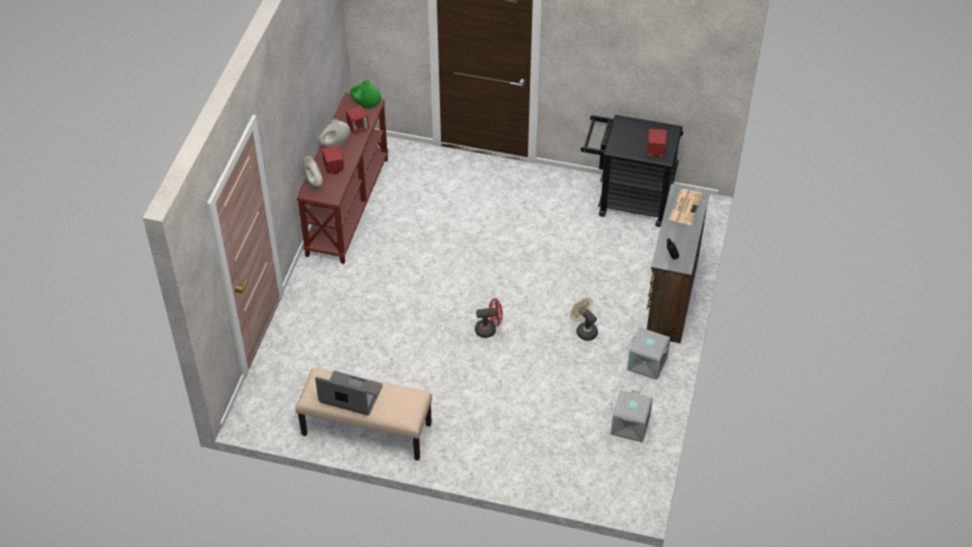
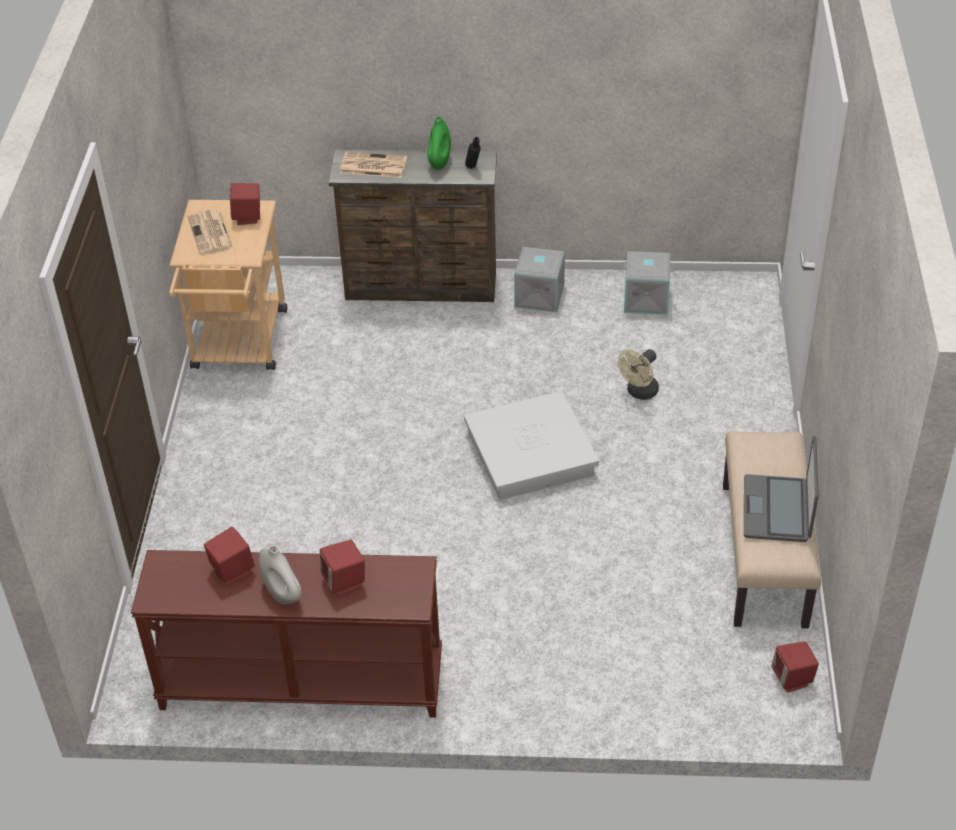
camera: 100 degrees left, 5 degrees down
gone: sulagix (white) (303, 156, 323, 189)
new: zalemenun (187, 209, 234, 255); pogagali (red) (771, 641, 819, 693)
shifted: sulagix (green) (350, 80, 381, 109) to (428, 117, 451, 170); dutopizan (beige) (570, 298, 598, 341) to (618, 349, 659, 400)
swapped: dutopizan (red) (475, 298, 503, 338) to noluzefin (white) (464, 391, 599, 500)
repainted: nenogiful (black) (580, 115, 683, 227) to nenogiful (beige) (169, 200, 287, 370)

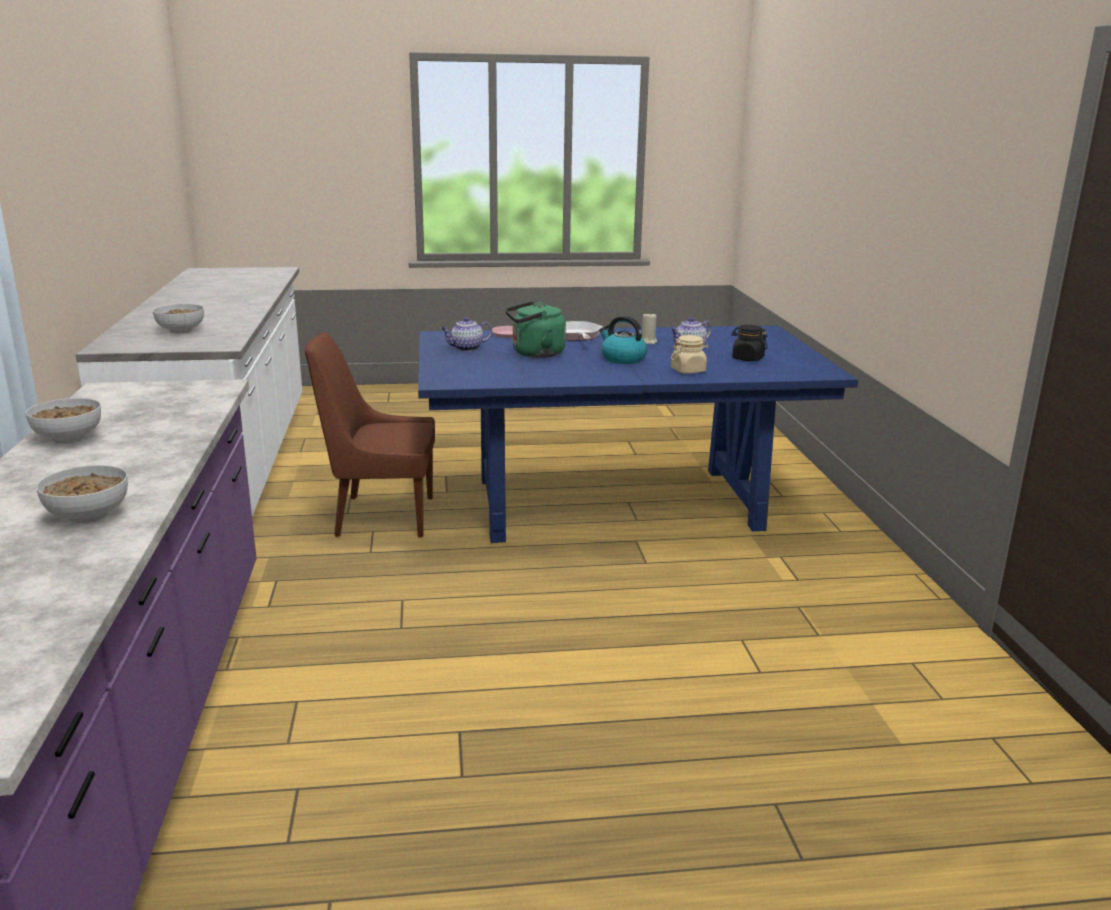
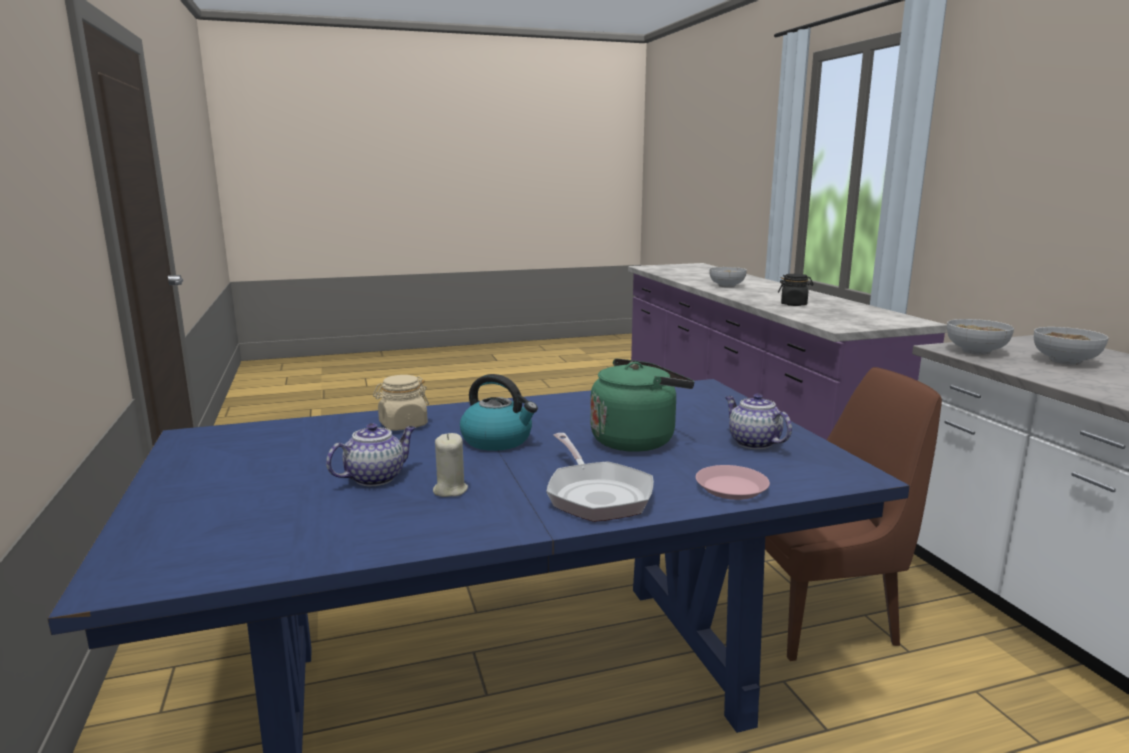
camera: 170 degrees right, 5 degrees down
shifted: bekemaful (25, 398, 101, 443) to (947, 319, 1014, 355); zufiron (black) (731, 325, 768, 361) to (778, 274, 813, 306)
rotated: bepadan (441, 317, 492, 351) = (725, 393, 792, 449) 90 degrees counterclockwise

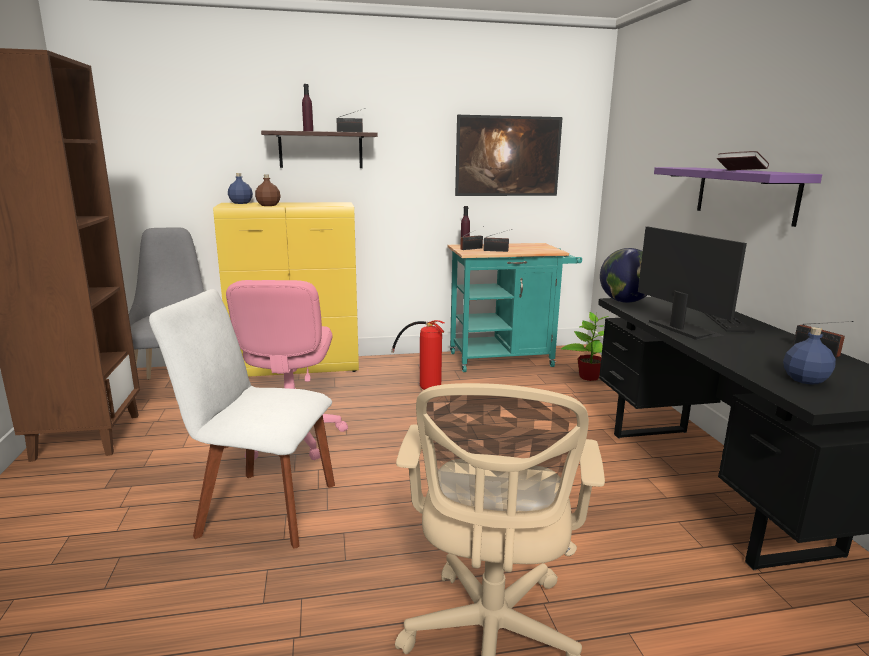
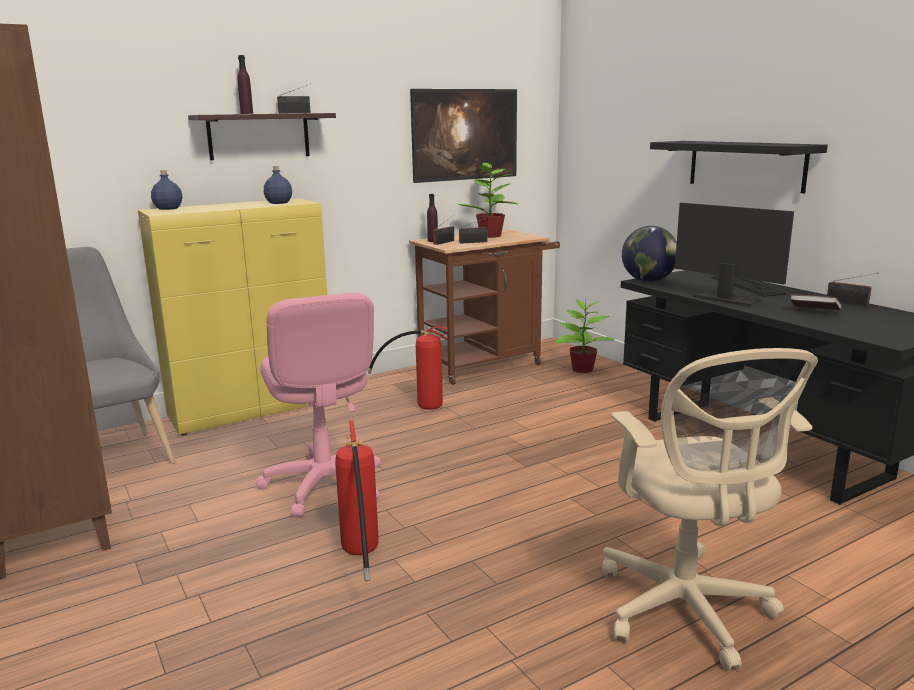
camera: 20 degrees left, 0 degrees up
gone: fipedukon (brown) (255, 174, 281, 206)
new: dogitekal (457, 162, 518, 238)
shifted: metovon (717, 151, 769, 170) to (790, 295, 842, 310); fipedukon (blue) (783, 327, 836, 385) to (264, 166, 292, 204)
swapped: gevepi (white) (149, 289, 335, 549) to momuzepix (335, 421, 379, 581)
repainted: nenogiful (turquoise) (448, 243, 582, 372) to nenogiful (brown) (409, 230, 560, 385); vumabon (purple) (654, 167, 822, 227) to vumabon (black) (650, 141, 828, 194)

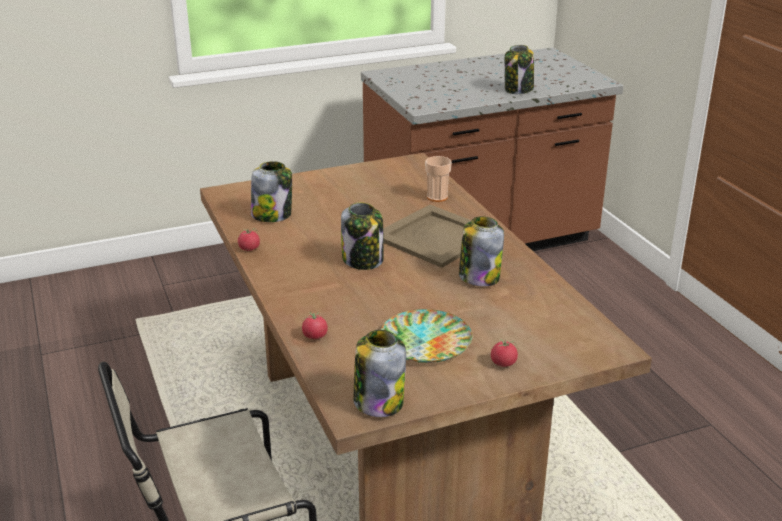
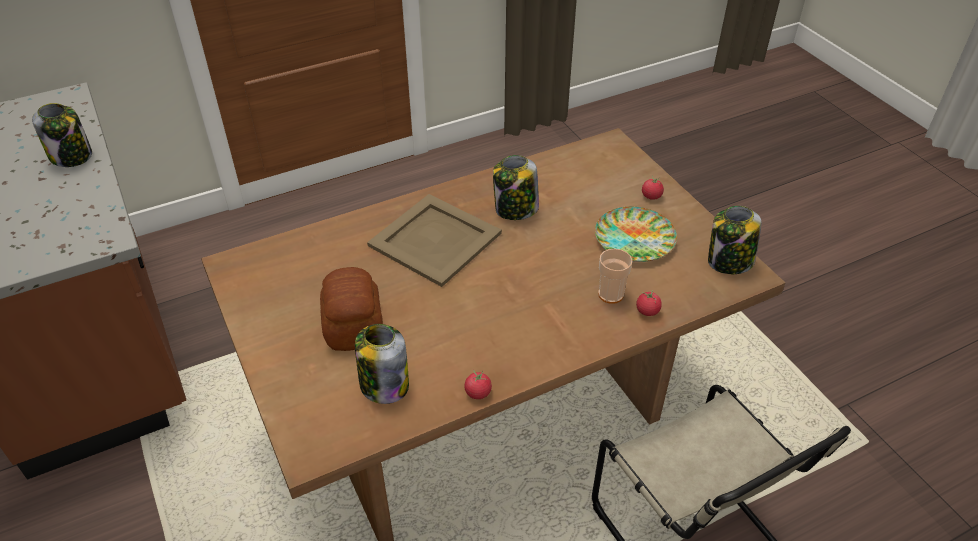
camera: 95 degrees left, 15 degrees up
gone: zufiron (341, 202, 384, 270)
new: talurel (320, 267, 383, 351)
shifted: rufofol (425, 156, 451, 202) to (598, 249, 633, 304)

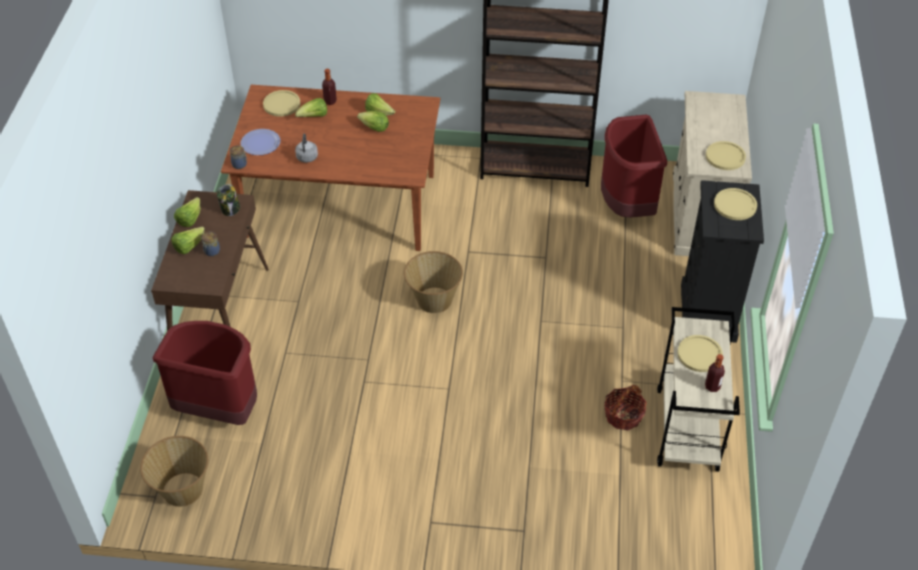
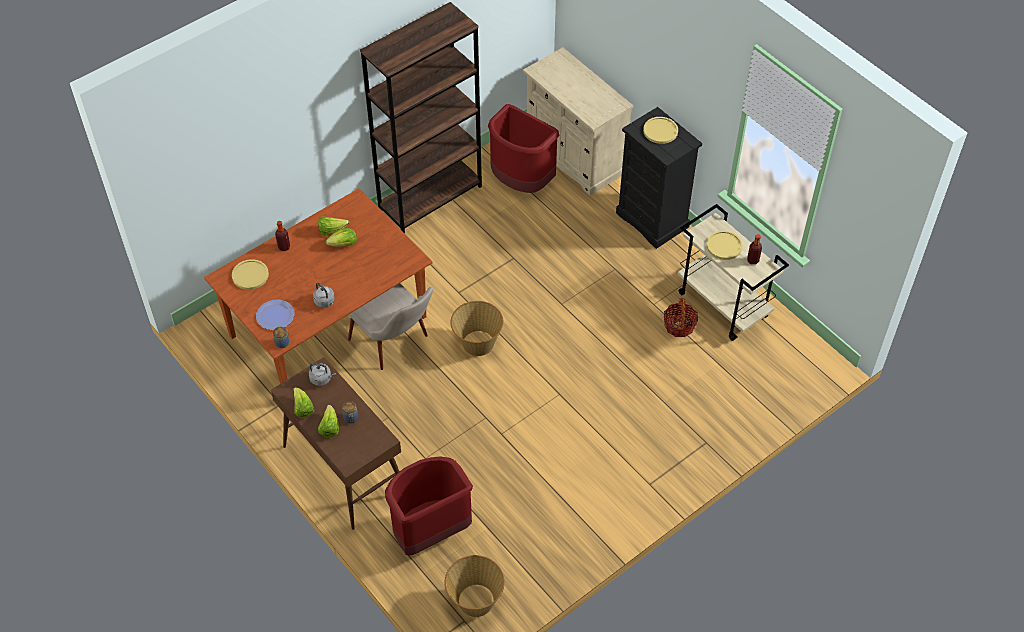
camera: 45 degrees left, 5 degrees up
gone: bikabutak (295, 98, 327, 117); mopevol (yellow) (706, 141, 746, 170)
new: gevepi (beige) (348, 283, 433, 370)
swapped: zufiron (217, 184, 240, 216) to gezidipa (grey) (309, 363, 336, 386)

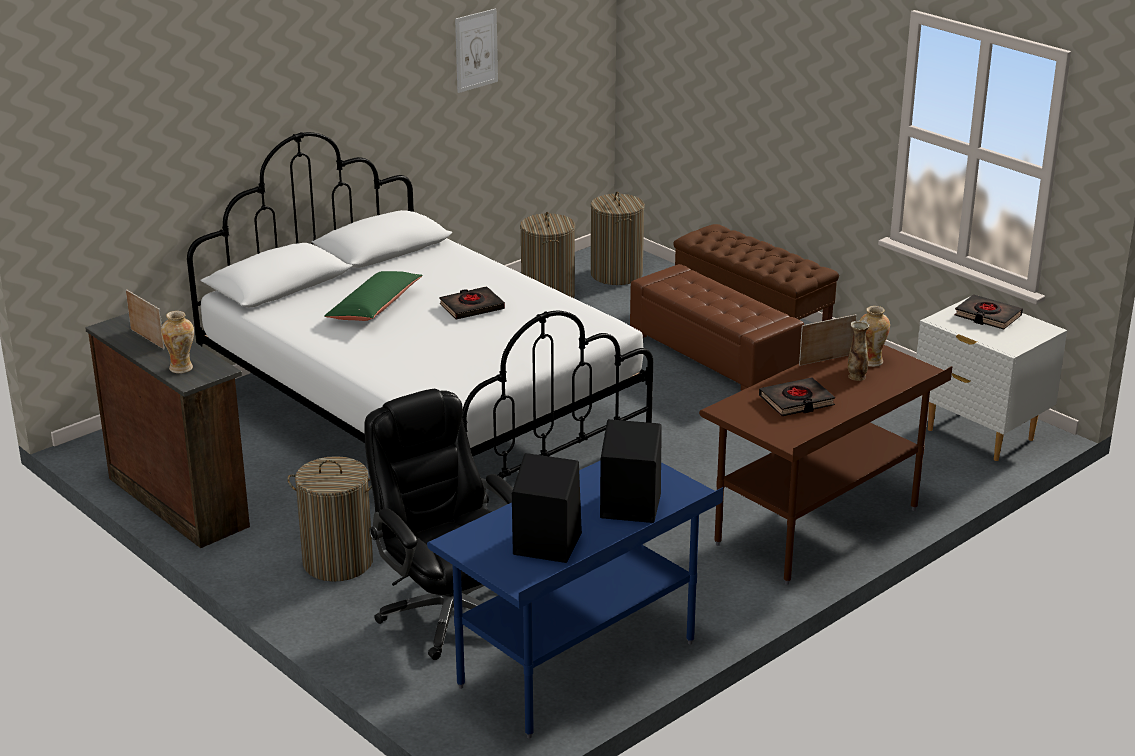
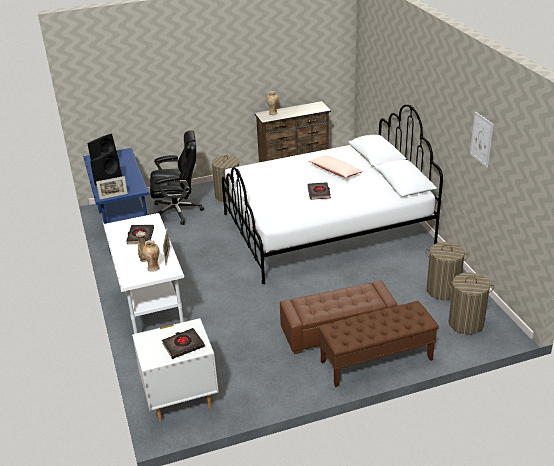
camera: 115 degrees right, 5 degrees up
shifted: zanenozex (126, 289, 165, 349) to (96, 176, 128, 199)
repainted: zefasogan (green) (324, 271, 423, 321) to zefasogan (beige) (309, 155, 363, 178); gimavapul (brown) (699, 345, 953, 585) to gimavapul (white) (103, 213, 184, 334)

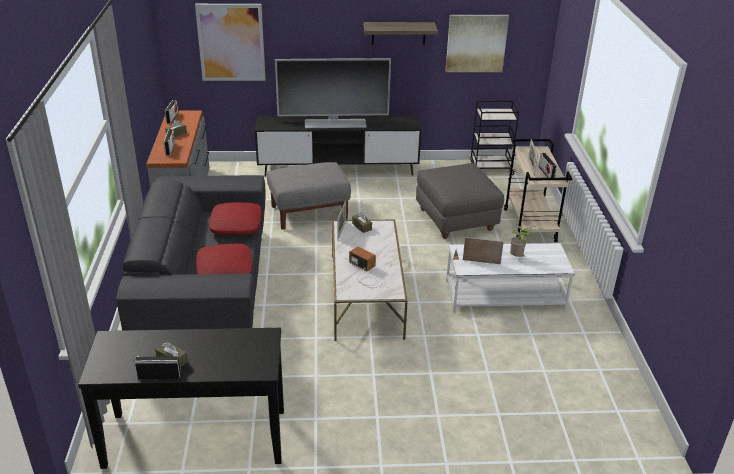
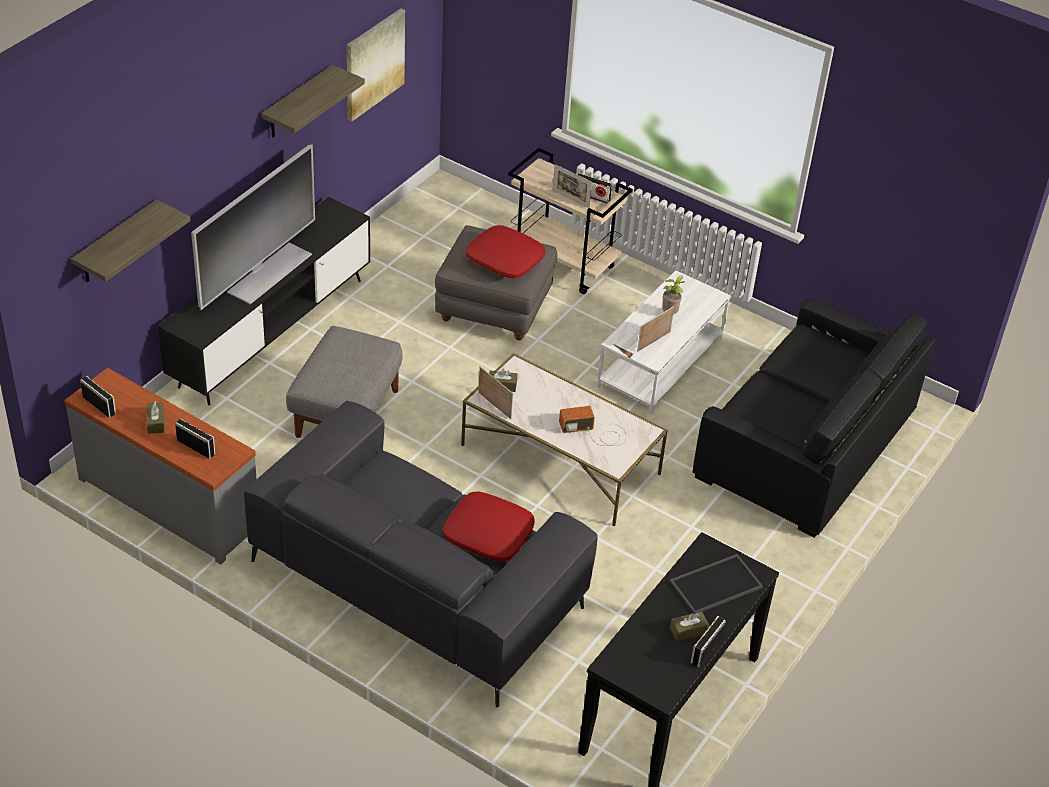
camera: 55 degrees left, 10 degrees up
gone: nenogiful (black) (469, 101, 519, 175)
new: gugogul (669, 554, 763, 613); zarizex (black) (692, 298, 936, 538)
shifted: zefasogan (red) (209, 202, 262, 235) to (466, 225, 545, 278)
swapped: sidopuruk (195, 4, 266, 81) to vumabon (71, 199, 190, 282)

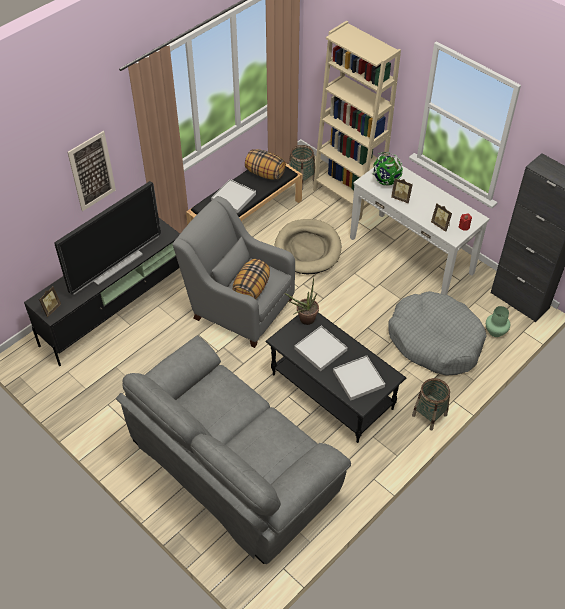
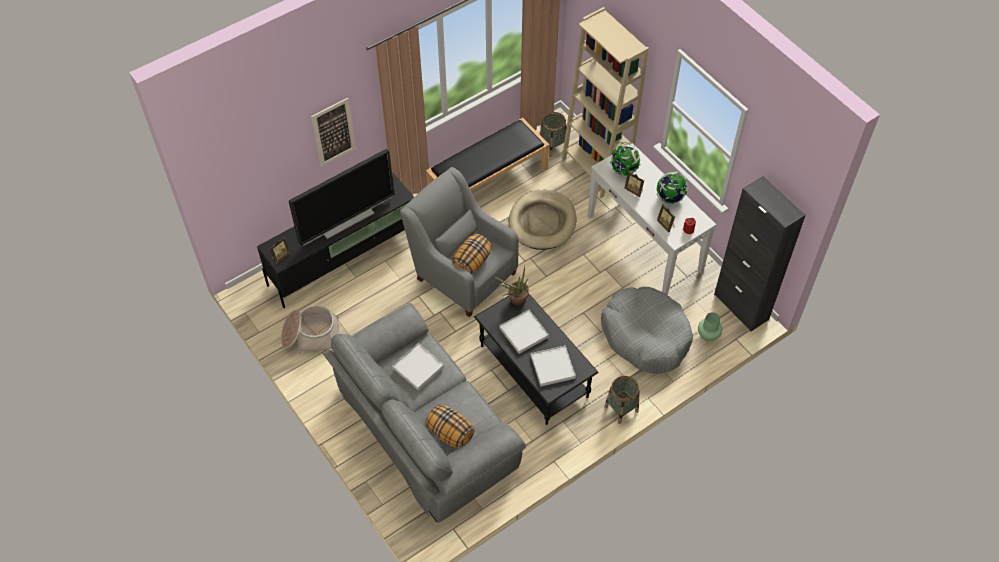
camera: 10 degrees right, 5 degrees up
new: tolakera (281, 306, 339, 354); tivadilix (657, 171, 688, 204)
shifted: gugogul (white) (211, 179, 256, 213) to (392, 343, 444, 390); zefasogan (245, 149, 286, 180) to (426, 405, 475, 448)

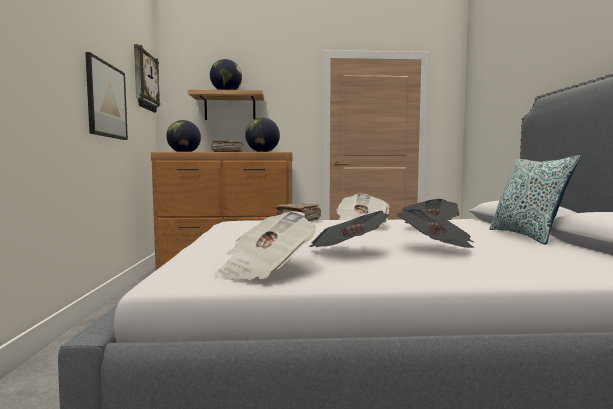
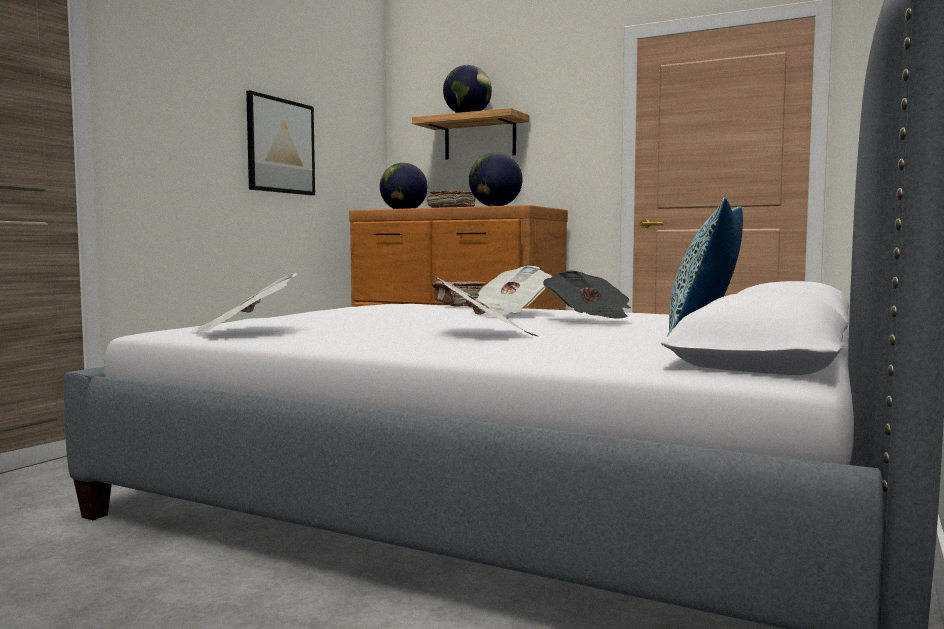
camera: 30 degrees right, 0 degrees up
gone: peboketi (134, 44, 160, 112); zalemenun (308, 211, 389, 247)

